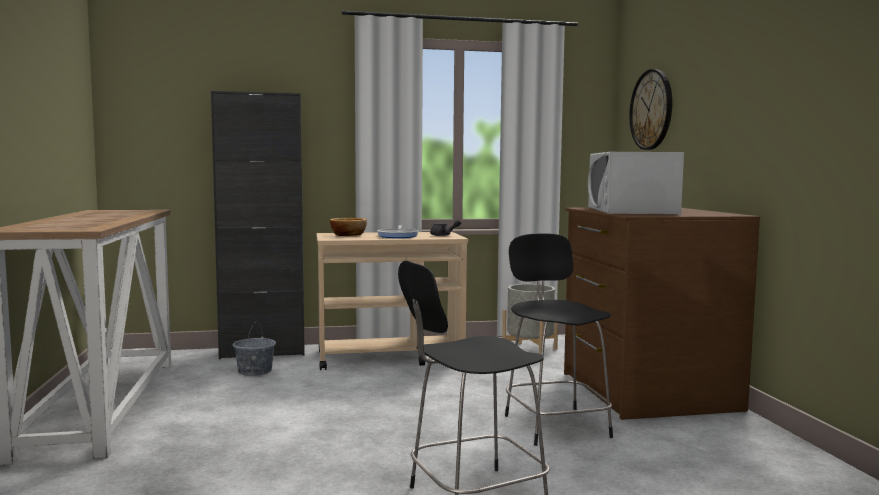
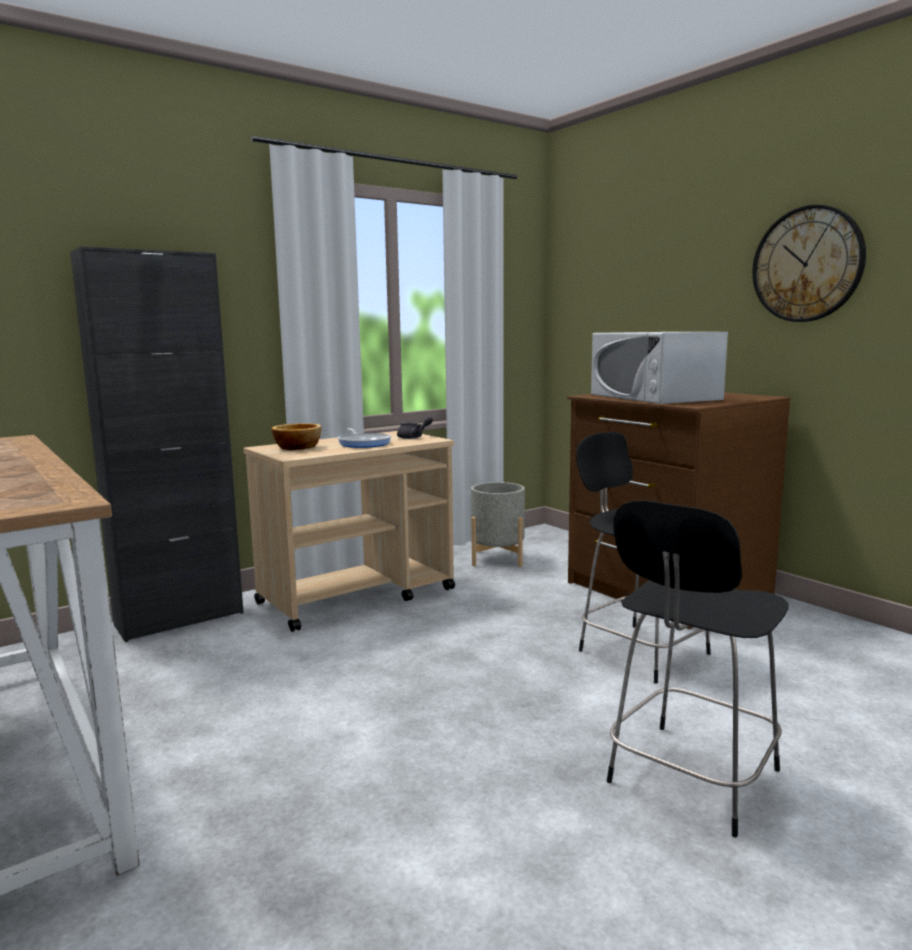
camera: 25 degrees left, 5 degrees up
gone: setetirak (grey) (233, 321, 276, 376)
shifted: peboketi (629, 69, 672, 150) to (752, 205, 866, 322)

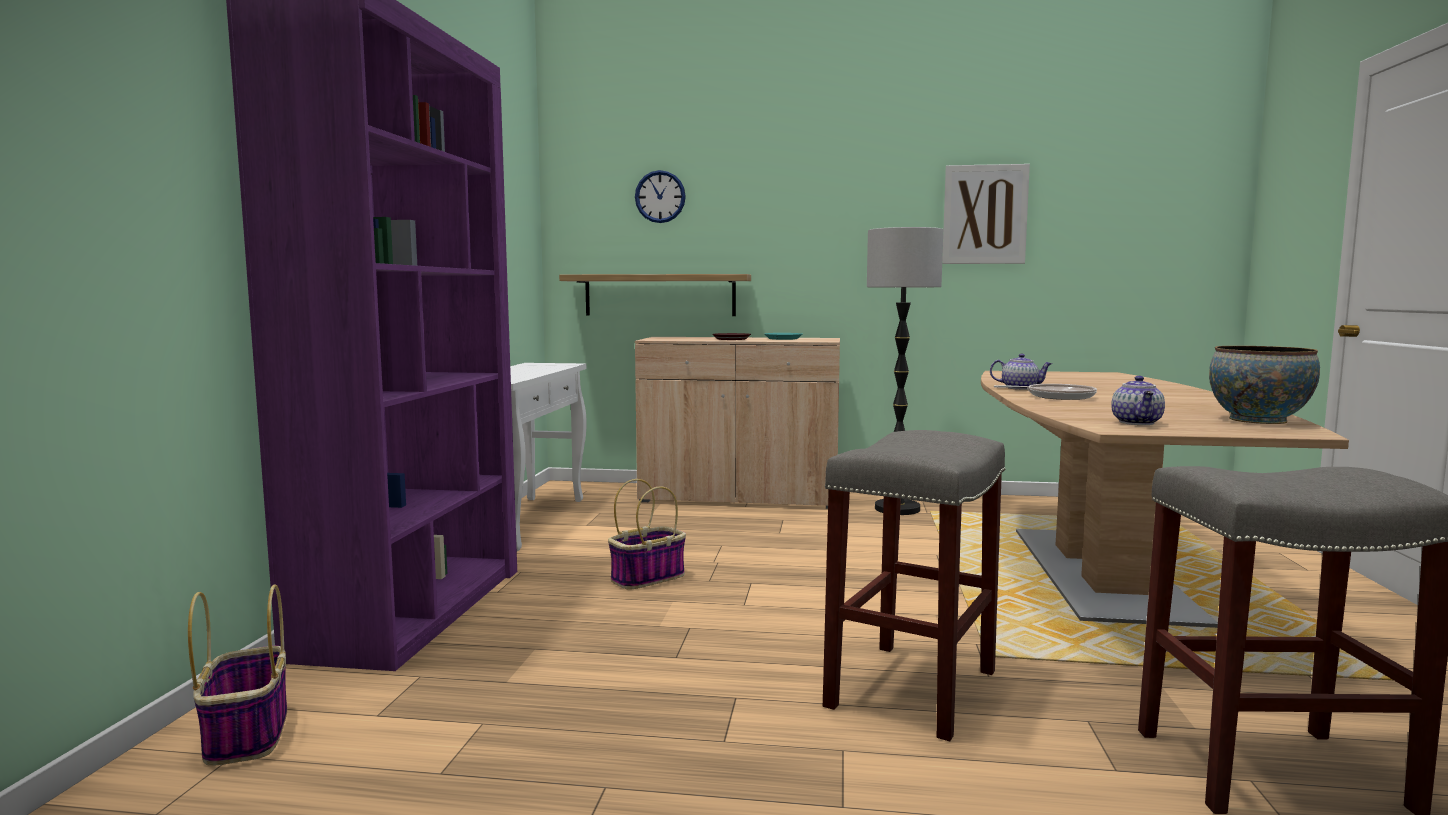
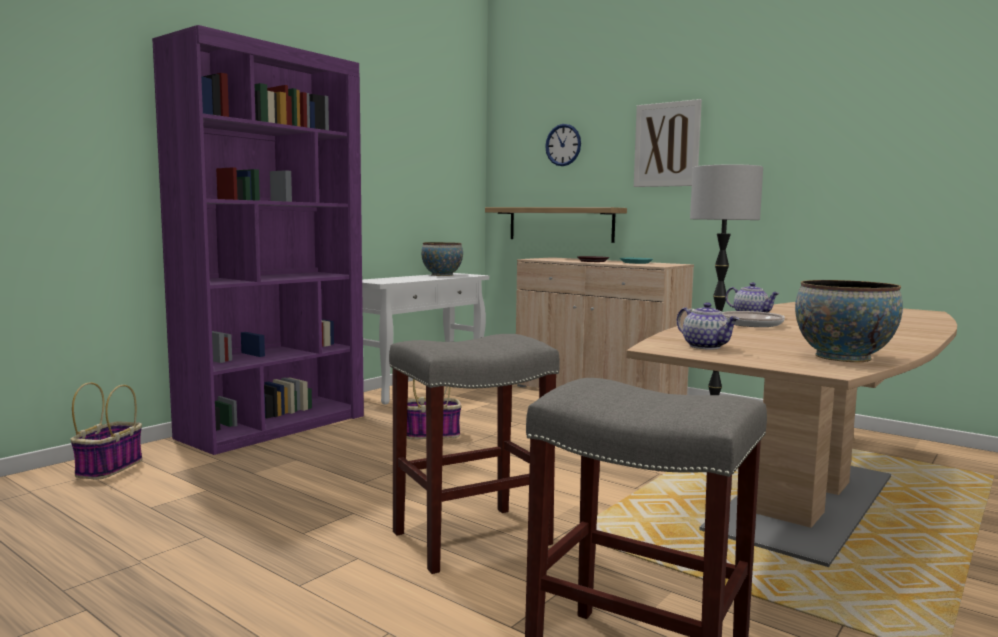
camera: 30 degrees right, 0 degrees up
new: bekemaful (421, 242, 463, 276)
shifted: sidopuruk (942, 164, 1030, 264) to (634, 99, 702, 187)
rotated: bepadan (1111, 376, 1165, 425) = (677, 302, 739, 350) 75 degrees counterclockwise

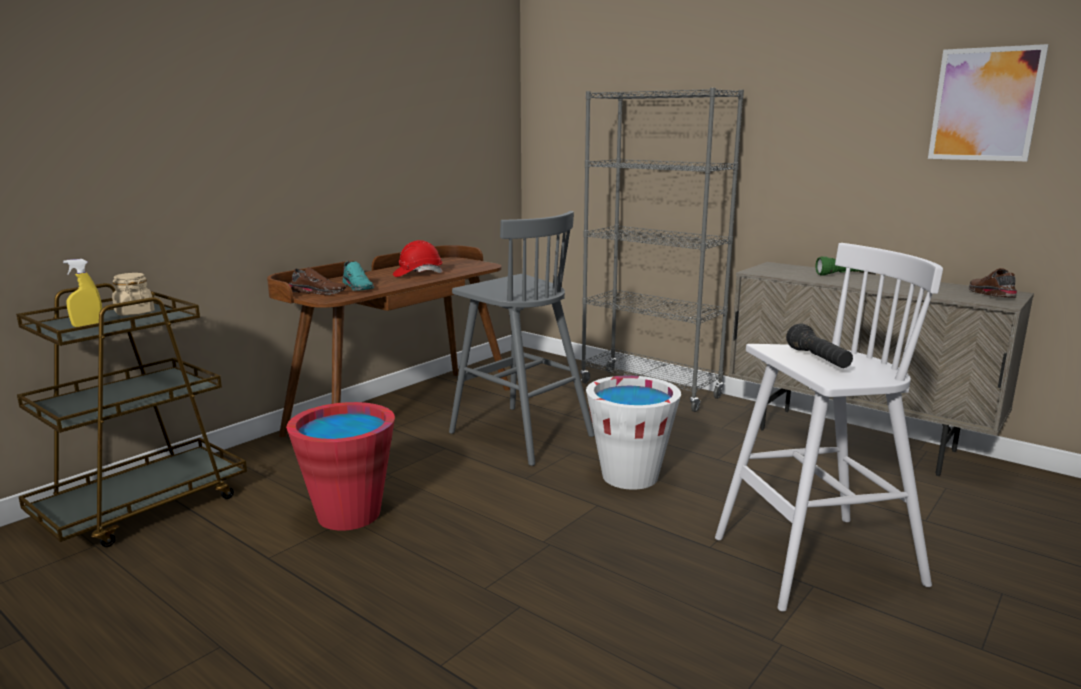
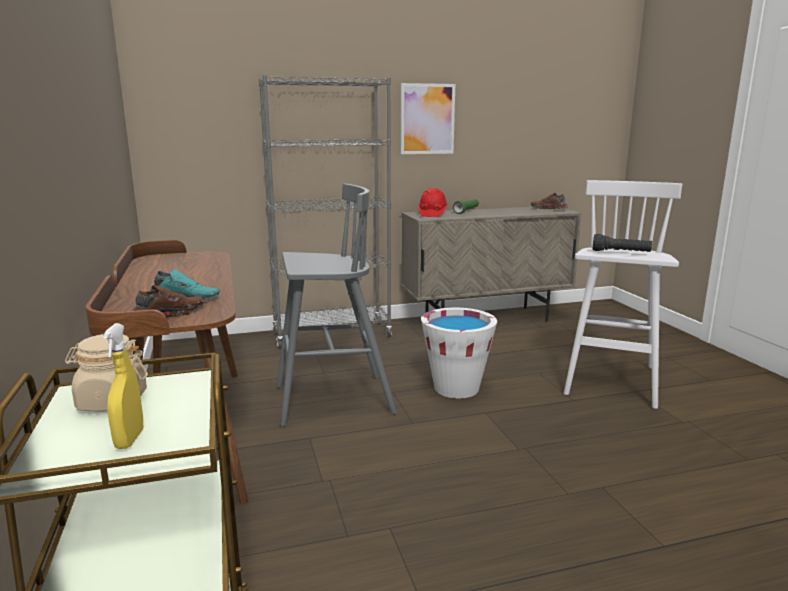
camera: 55 degrees left, 0 degrees up
gone: setetirak (red) (286, 402, 395, 531)
shifted: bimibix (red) (393, 240, 443, 277) to (418, 188, 448, 217); sidopuruk (928, 44, 1049, 161) to (401, 83, 455, 154)

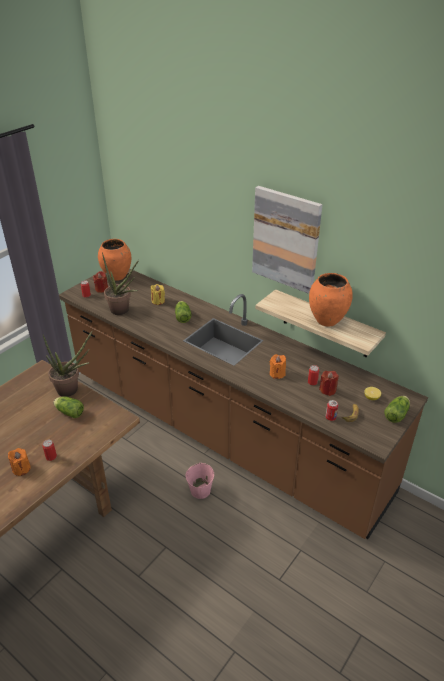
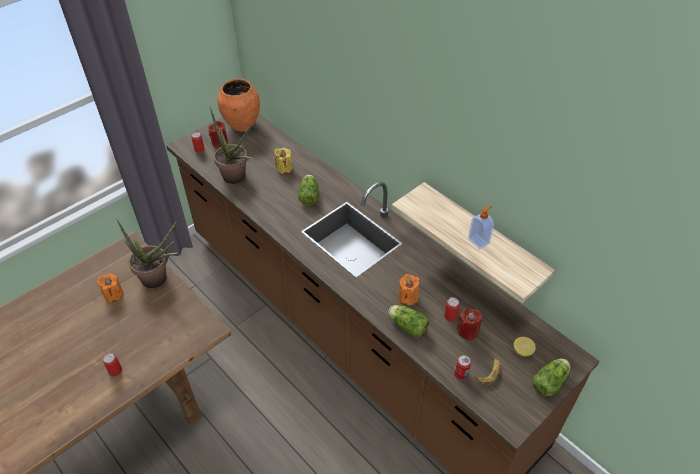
camera: 10 degrees right, 10 degrees up
gone: setetirak (pink) (186, 463, 214, 499); sidopuruk (252, 186, 322, 294)
shifted: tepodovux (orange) (8, 448, 31, 476) to (97, 273, 123, 302); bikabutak (53, 397, 84, 418) to (388, 305, 429, 337)
swapped: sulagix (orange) (309, 273, 353, 327) to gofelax (468, 206, 494, 249)

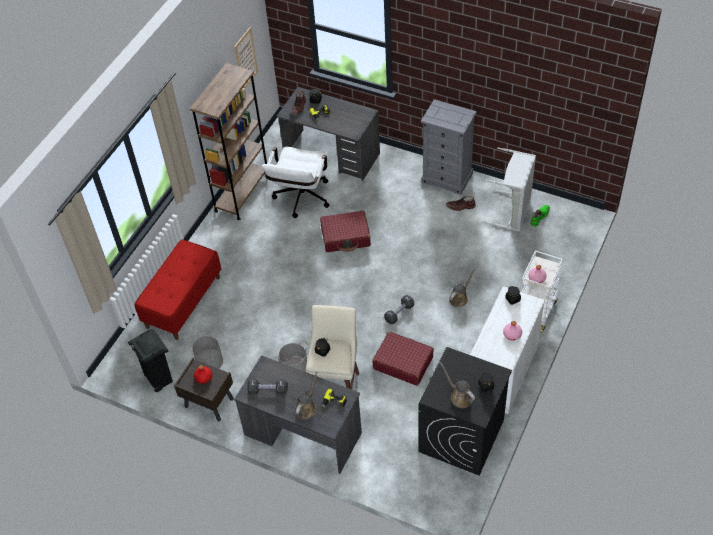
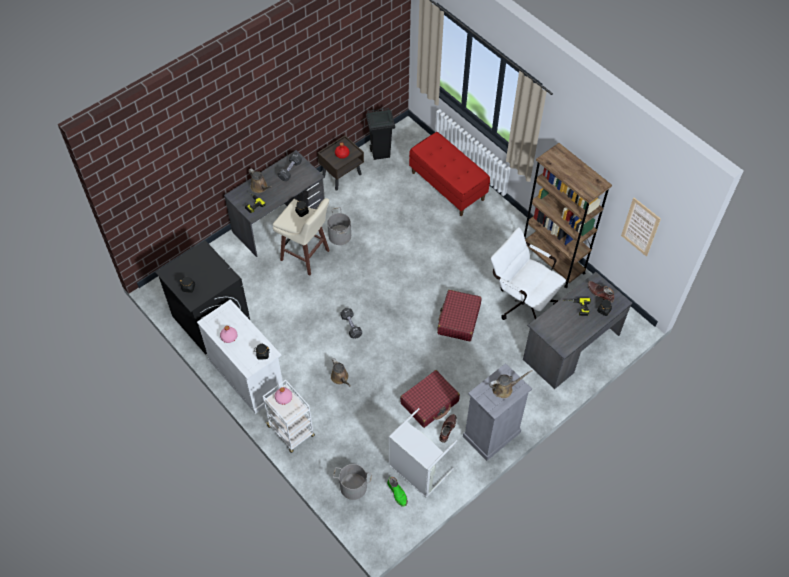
camera: 110 degrees right, 5 degrees up
shifted: setetirak (grey) (192, 330, 223, 369) to (333, 464, 372, 500); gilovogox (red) (373, 332, 434, 386) to (400, 370, 460, 428); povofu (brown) (441, 363, 475, 408) to (489, 370, 533, 398)

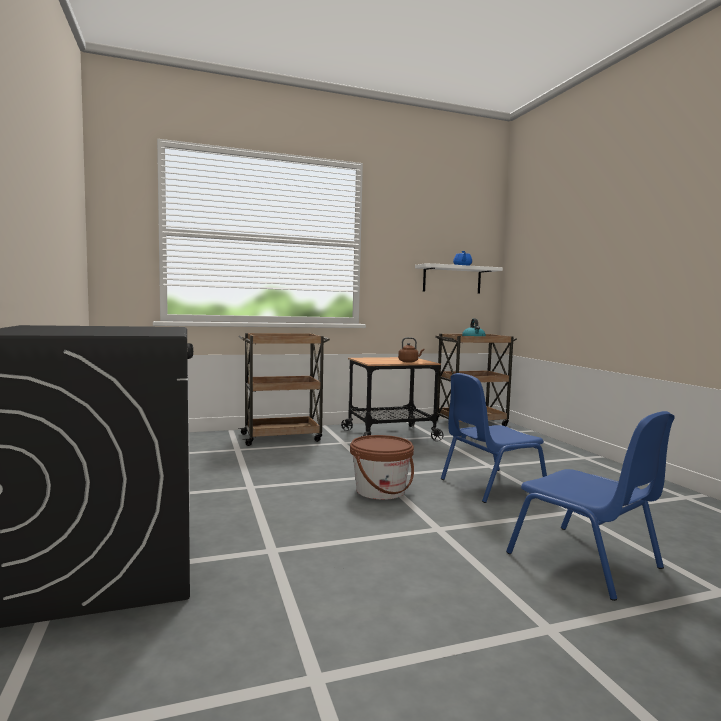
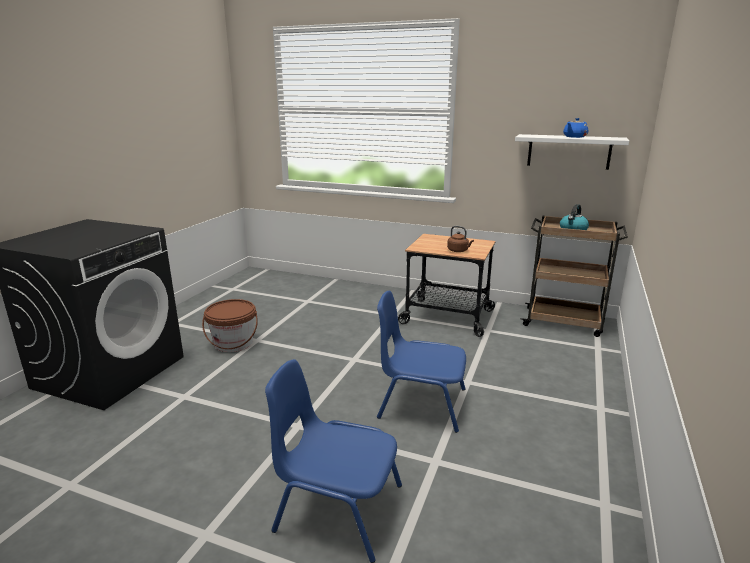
camera: 40 degrees right, 15 degrees up
gone: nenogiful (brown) (238, 333, 330, 446)
shifted: setetirak (brown) (350, 435, 414, 500) to (202, 299, 258, 352)
rotated: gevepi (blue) (506, 411, 675, 601) = (265, 359, 402, 563) 105 degrees clockwise

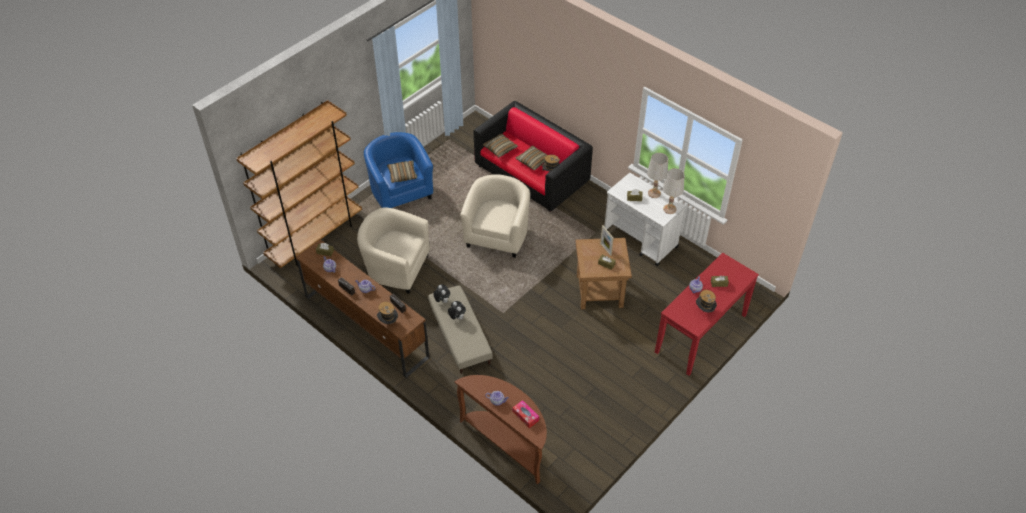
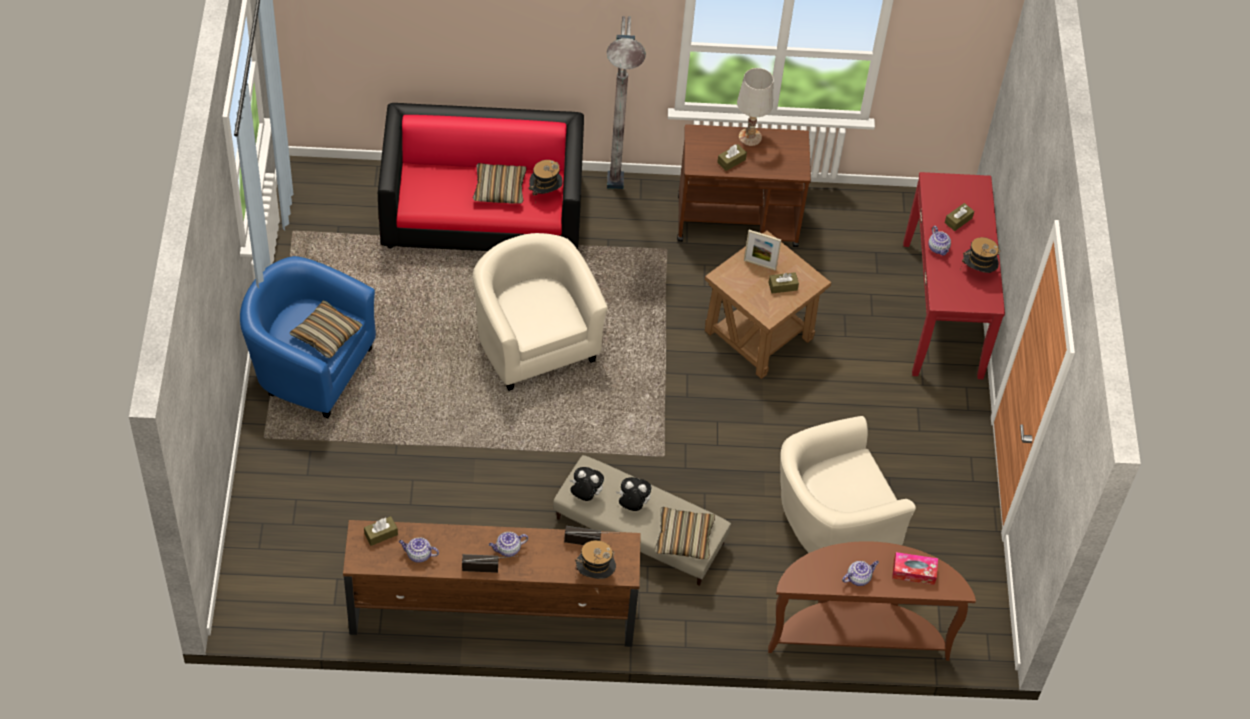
camera: 45 degrees left, 5 degrees up
gone: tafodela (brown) (236, 100, 362, 268); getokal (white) (663, 168, 685, 214)
new: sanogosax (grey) (607, 16, 646, 189)
shifted: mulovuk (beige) (357, 207, 430, 294) to (780, 416, 916, 553); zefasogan (483, 134, 518, 157) to (655, 507, 715, 559)
repainted: nenogiful (white) (604, 173, 686, 266) to nenogiful (brown) (677, 124, 811, 247)

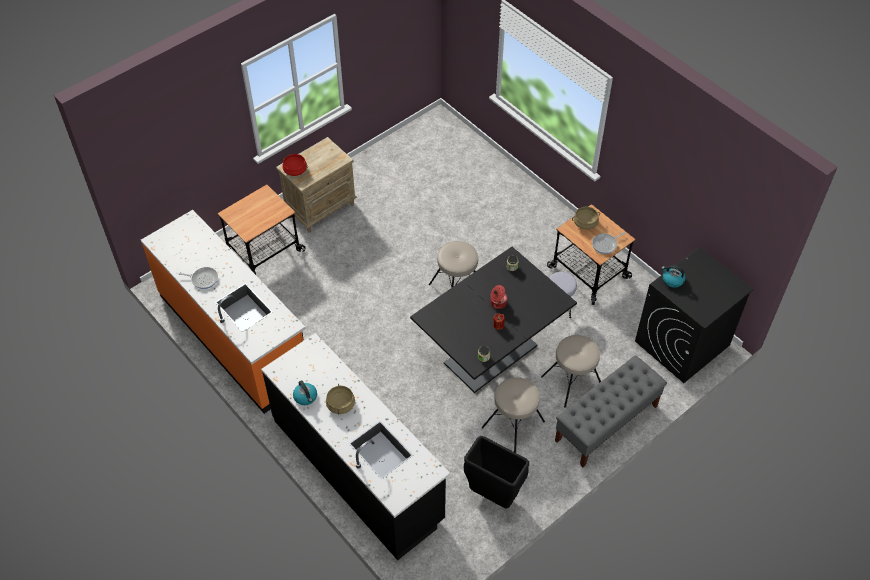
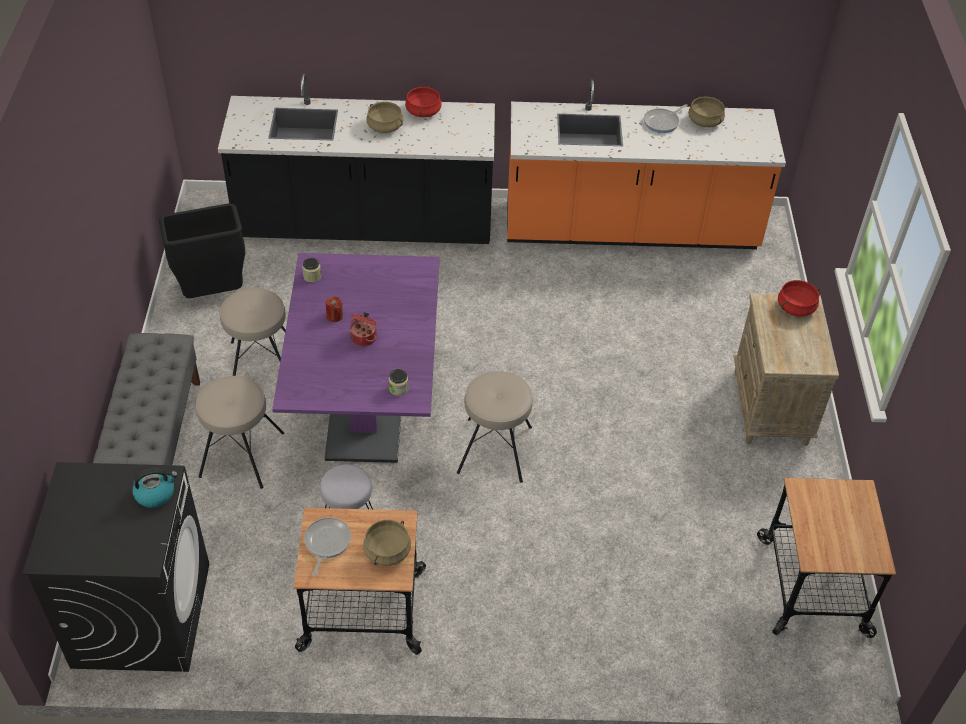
camera: 130 degrees right, 5 degrees down
new: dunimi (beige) (688, 96, 725, 127)
shifted: nenogiful (217, 184, 305, 275) to (757, 478, 896, 638)
swapped: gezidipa (293, 380, 317, 405) to dunimi (red) (405, 86, 442, 117)
repainted: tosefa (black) (410, 247, 577, 393) to tosefa (purple) (272, 253, 439, 463)

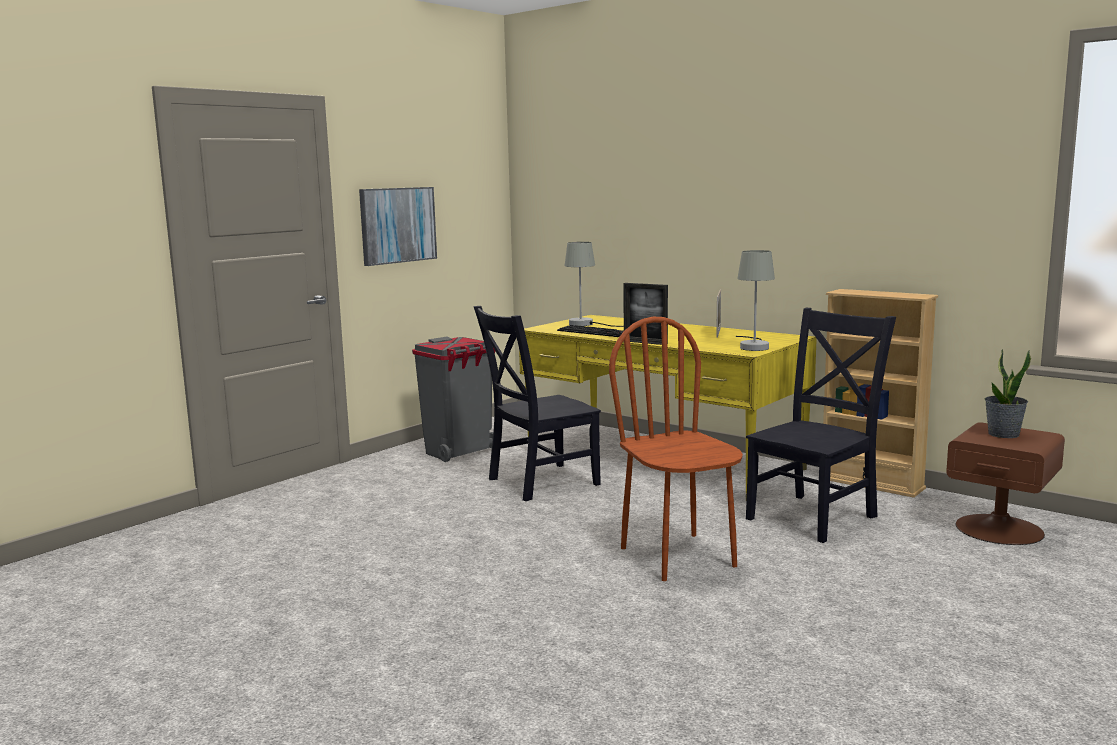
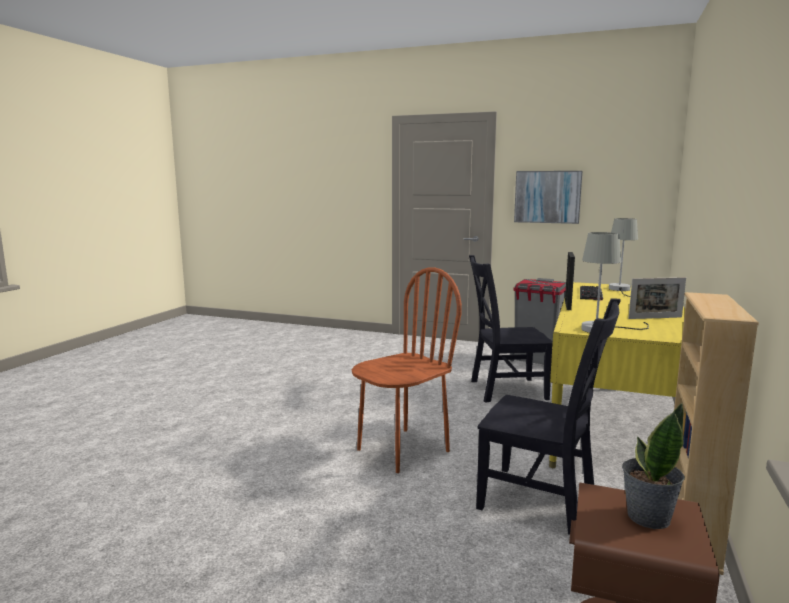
camera: 70 degrees right, 0 degrees up
rotated: gevepi (black) (473, 306, 601, 501) = (469, 255, 553, 403) 45 degrees counterclockwise

